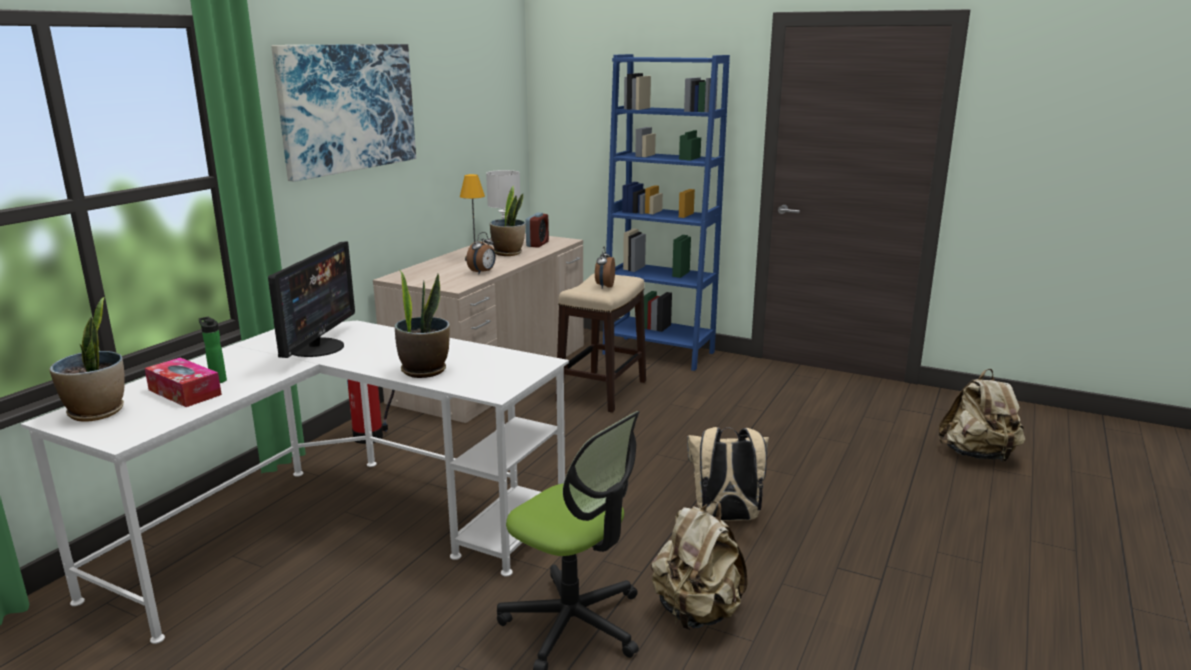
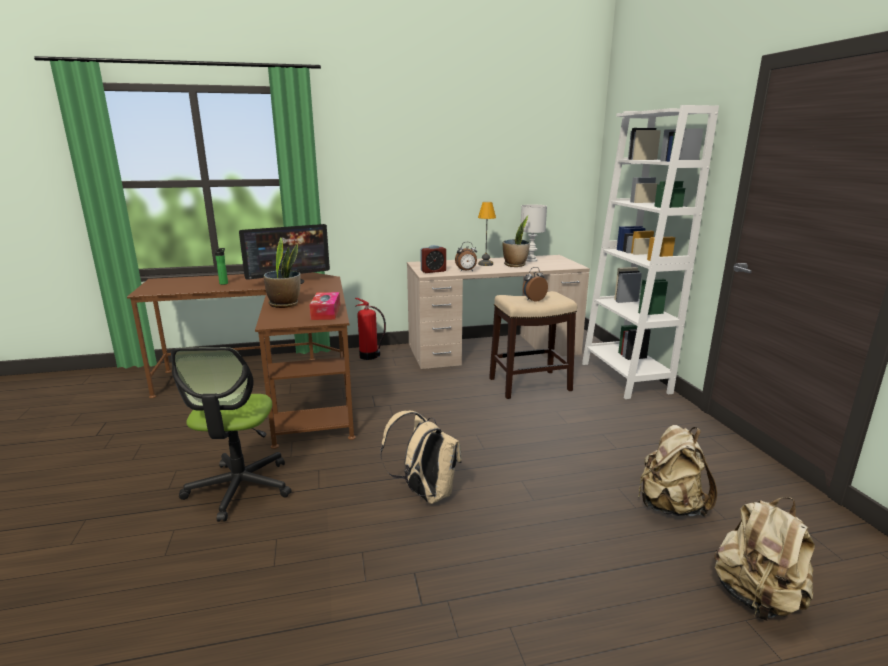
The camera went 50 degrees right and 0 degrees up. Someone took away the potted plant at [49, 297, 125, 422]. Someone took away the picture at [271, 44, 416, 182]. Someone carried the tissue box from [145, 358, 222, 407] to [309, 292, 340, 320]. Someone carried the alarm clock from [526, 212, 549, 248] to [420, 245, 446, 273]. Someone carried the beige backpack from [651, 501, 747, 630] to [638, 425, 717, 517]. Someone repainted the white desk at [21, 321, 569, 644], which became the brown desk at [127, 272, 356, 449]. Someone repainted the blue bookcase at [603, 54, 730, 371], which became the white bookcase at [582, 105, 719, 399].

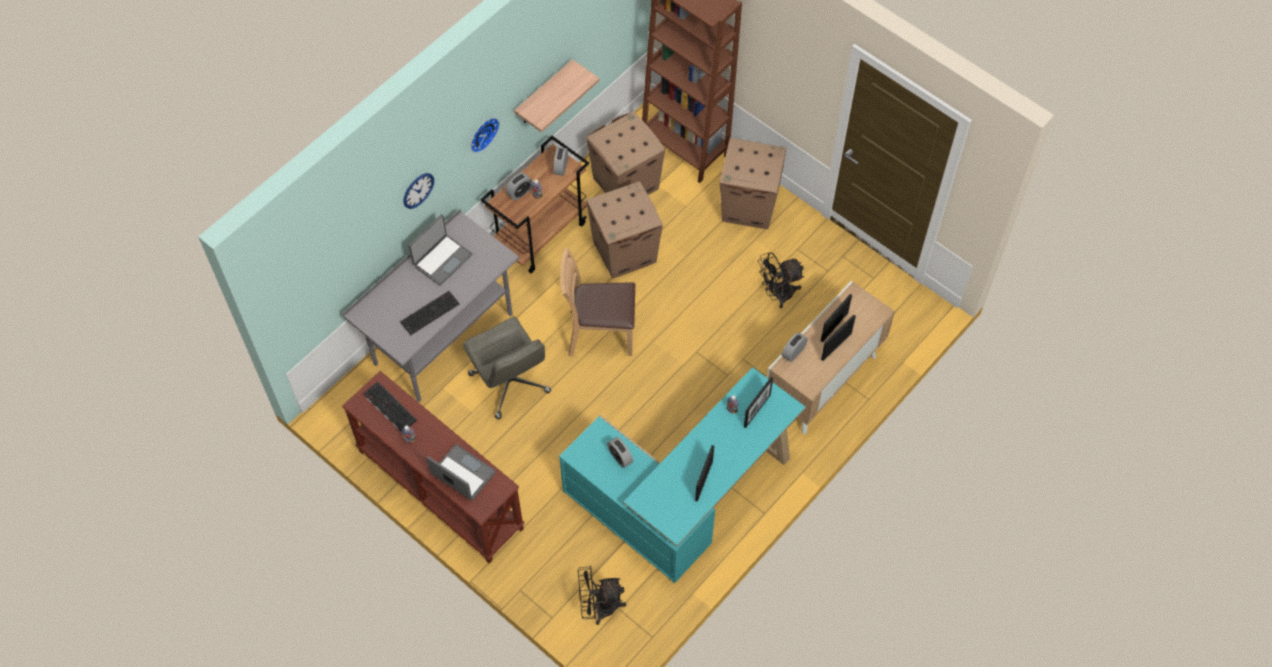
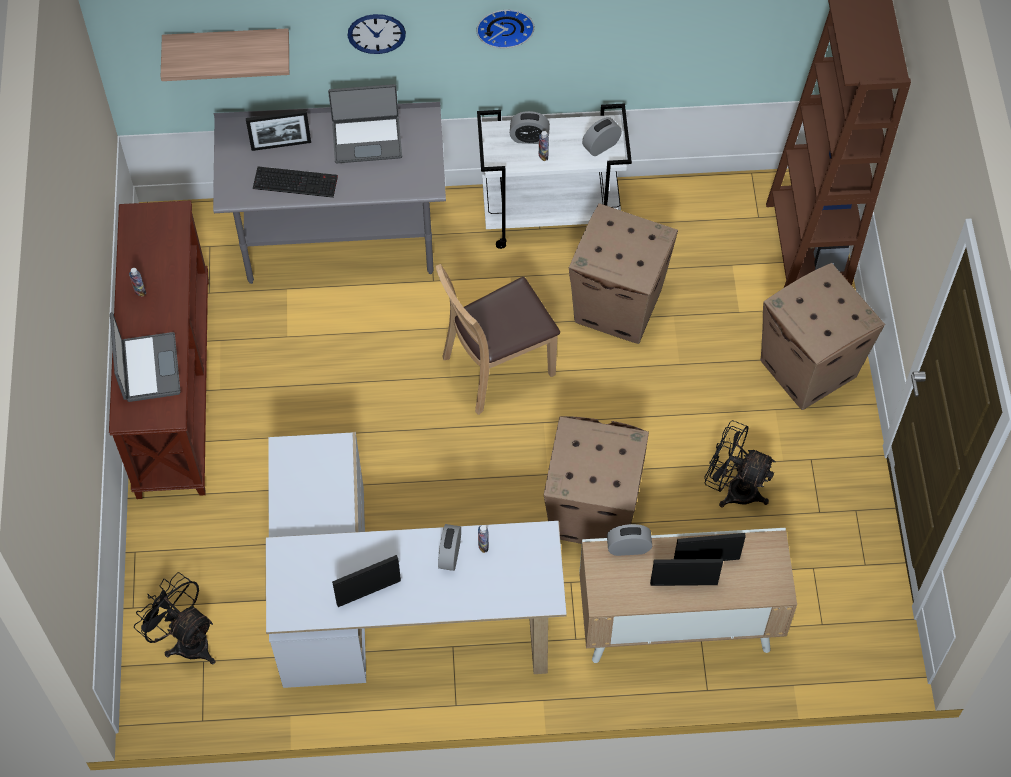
The camera went 45 degrees right and 0 degrees up. Someone took away the keyboard at [363, 382, 417, 432]. Someone took away the grey office chair at [463, 317, 551, 419]. Someone carried the shelf from [514, 59, 600, 133] to [161, 28, 289, 81]. Someone carried the cardboard box from [586, 111, 665, 195] to [544, 416, 649, 544]. Someone carried the alarm clock from [607, 437, 633, 468] to [438, 524, 461, 571]. Someone carried the picture frame from [744, 377, 773, 428] to [246, 110, 311, 151]. Someone repainted the brown cart at [480, 136, 589, 273], which became the white cart at [477, 103, 632, 249]. Someone repainted the turquoise desk at [559, 367, 806, 584], which became the white desk at [266, 432, 567, 688]. Someone rotated the brown chair at [560, 248, 635, 357] by 75 degrees counterclockwise.

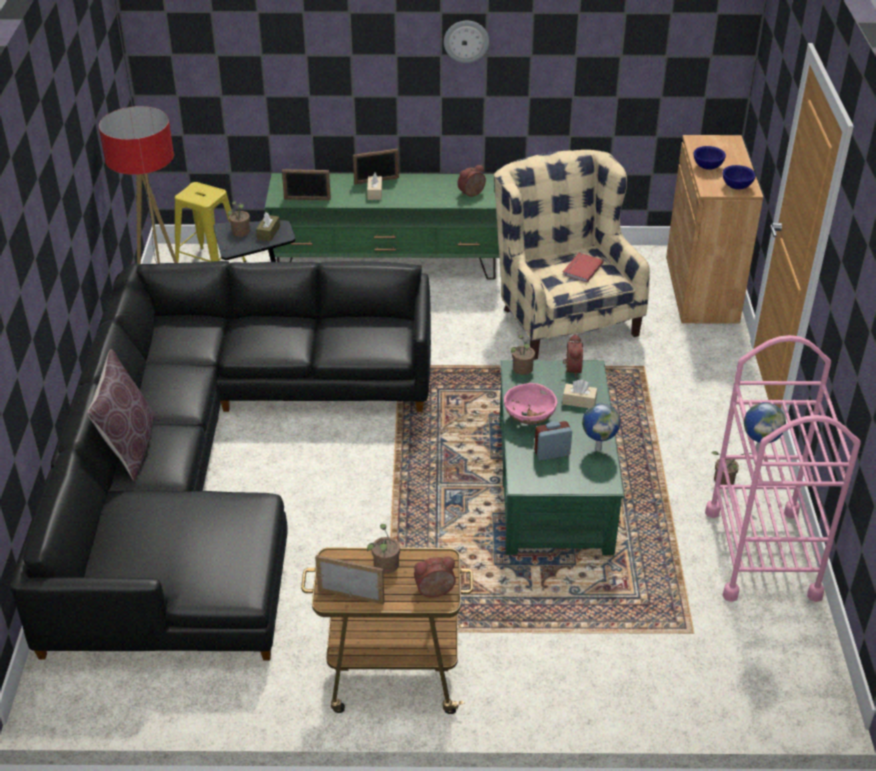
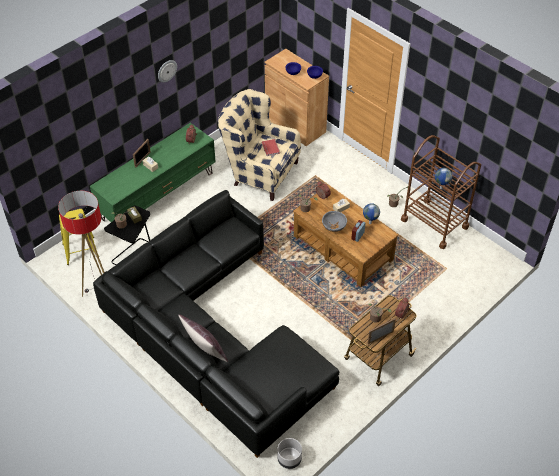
The camera went 45 degrees left and 10 degrees up. Someone took away the picture frame at [282, 169, 331, 200]. Someone put down the grey planter at [277, 438, 302, 469]. Someone repainted the green coffee table at [499, 360, 624, 555], which became the brown coffee table at [293, 185, 399, 287]. Someone repainted the pink bowl at [504, 383, 557, 425], which became the grey bowl at [322, 211, 347, 232]. Someone repainted the pink cart at [705, 335, 861, 602], which became the brown cart at [401, 135, 481, 249].

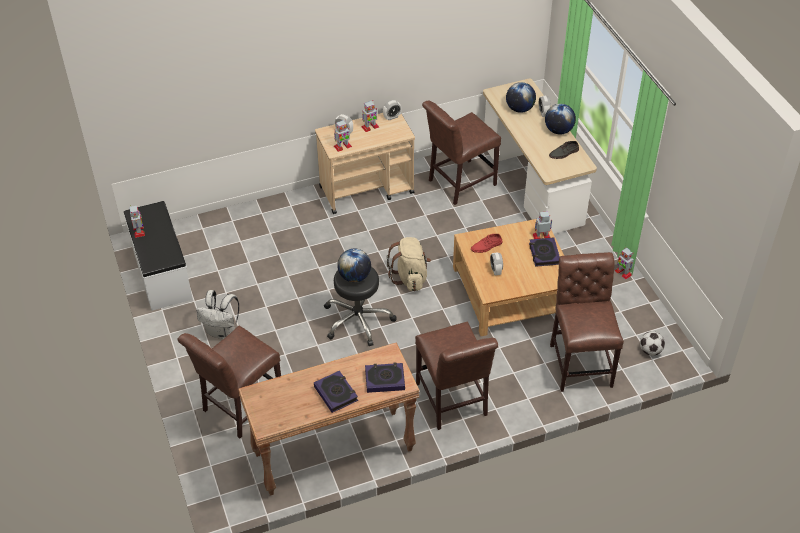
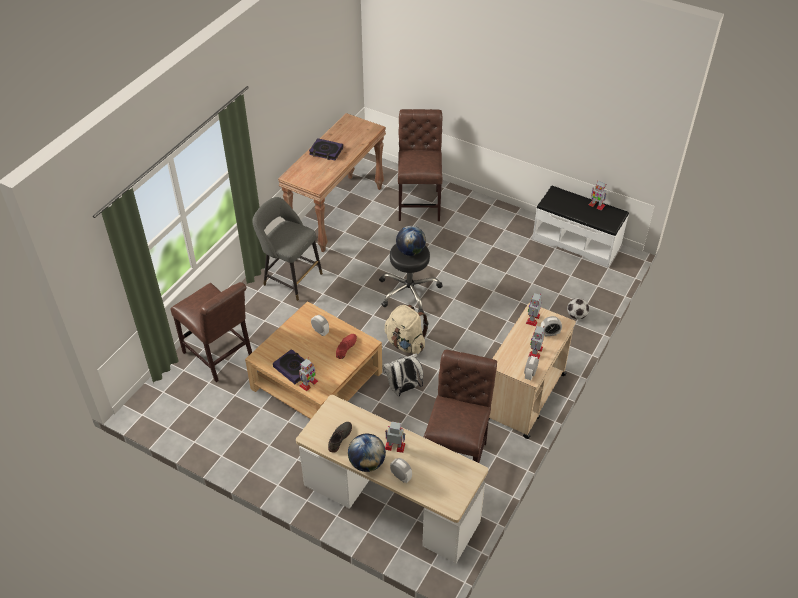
The camera went 140 degrees right and 0 degrees up. Someone took away the book at [365, 362, 405, 393]. Someone took away the globe at [506, 82, 536, 113]. Someone carried the white backpack from [196, 290, 239, 339] to [383, 353, 423, 396]. Someone carried the toy robot from [614, 247, 634, 279] to [385, 421, 406, 453]. Someone carried the football from [640, 331, 665, 356] to [567, 298, 589, 320]. Someone swapped the brown chair at [415, 321, 498, 430] for the grey stool at [252, 197, 323, 301].

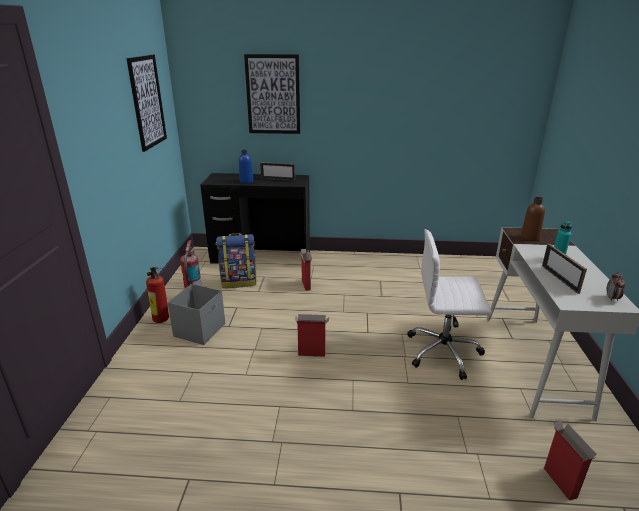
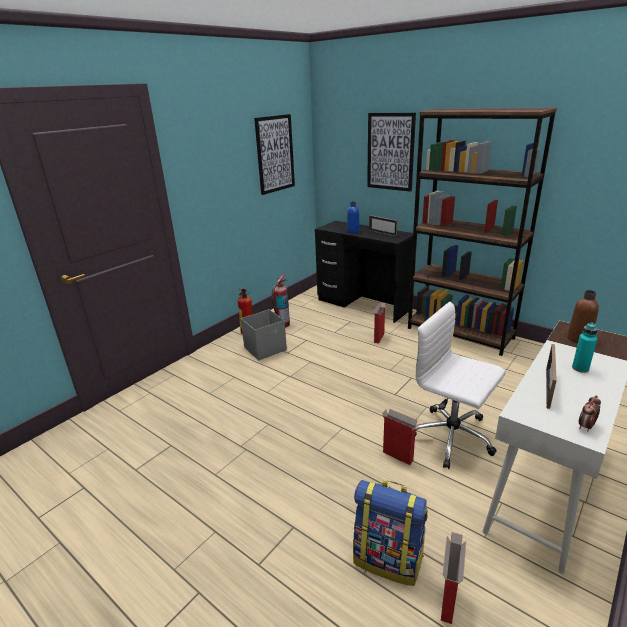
The camera went 35 degrees right and 0 degrees up. Someone put down the brown bookcase at [408, 108, 557, 356]. Someone carried the backpack from [216, 233, 256, 288] to [353, 480, 428, 586]. Someone carried the cardboard box from [295, 314, 329, 357] to [382, 409, 419, 465].

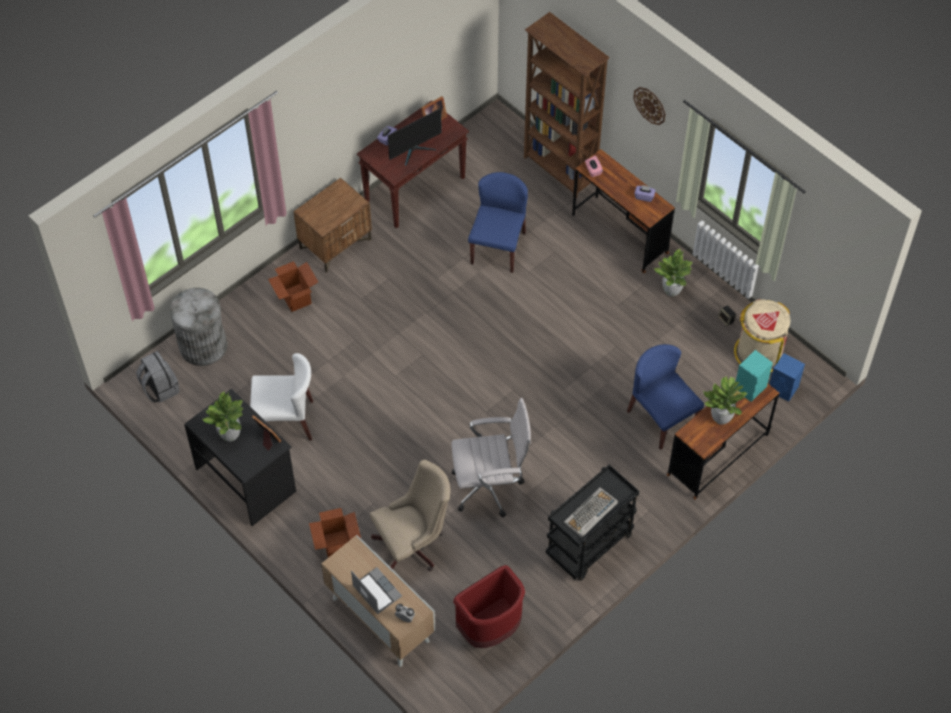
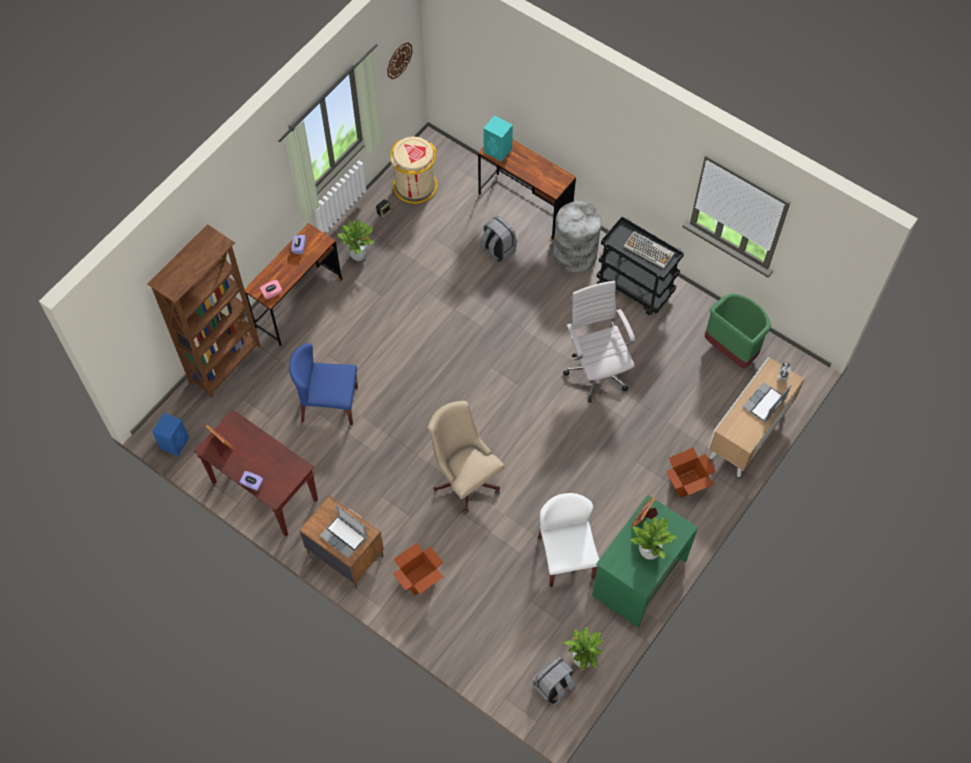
The camera went 100 degrees left and 5 degrees up. Someone took away the monitor at [388, 108, 442, 166]. Someone put down the laptop at [320, 504, 367, 558]. Someone carried the grey trash can from [170, 288, 228, 366] to [553, 201, 602, 273]. Someone carried the beige office chair from [370, 460, 450, 571] to [427, 401, 504, 514]. Someone carried the wall clock from [633, 87, 666, 125] to [387, 42, 413, 79]. Someone carried the potted plant from [704, 376, 747, 425] to [562, 627, 604, 670]. Someone carried the blue speaker from [769, 353, 805, 402] to [152, 413, 189, 456]. Someone swapped the blue chair at [627, 344, 704, 450] for the grey backpack at [480, 216, 517, 262]. Someone repainted the black desk at [184, 389, 296, 526], which became the green desk at [592, 495, 698, 628]. Someone repainted the red trash can at [453, 565, 525, 648], which became the green trash can at [705, 293, 771, 368].

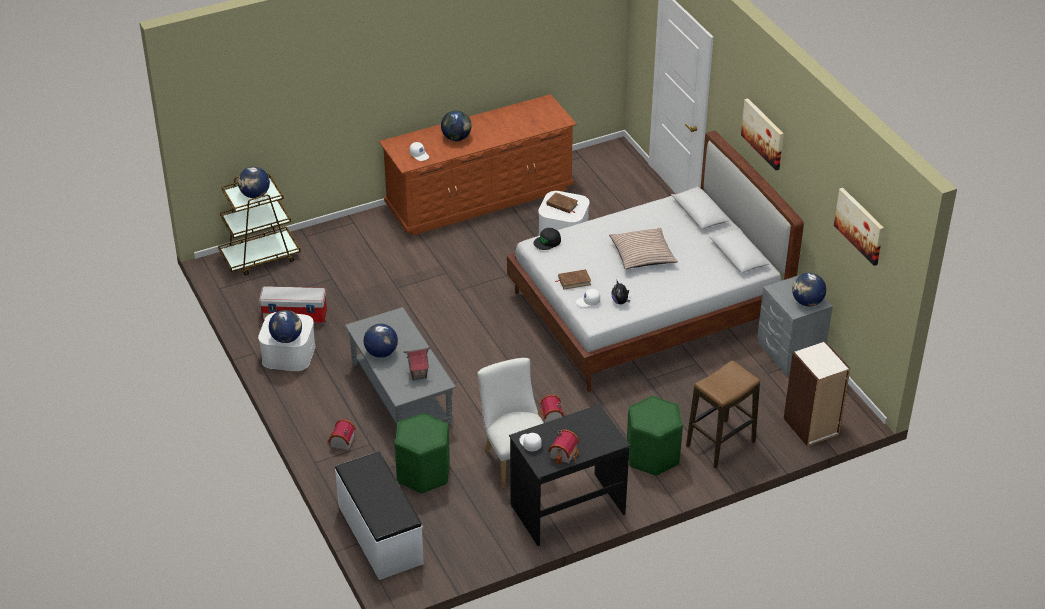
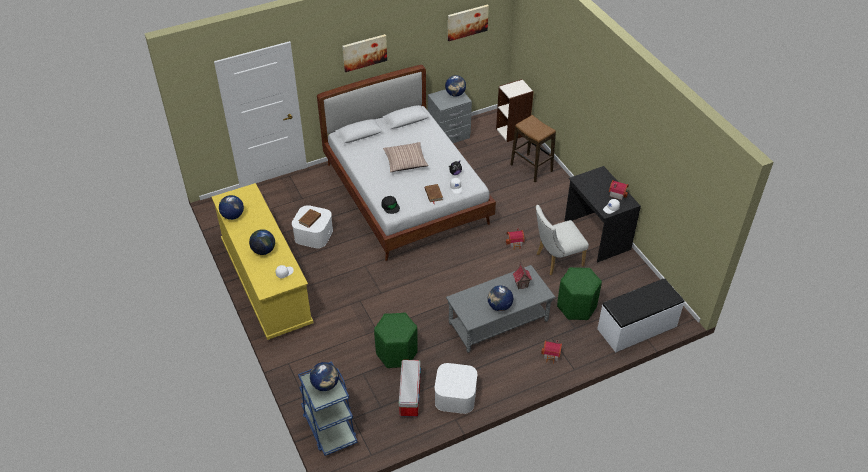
The camera went 90 degrees left and 5 degrees up. Someone carried the globe from [269, 310, 302, 343] to [219, 195, 244, 220]. Someone carried the green stool from [627, 396, 683, 476] to [374, 312, 418, 368]. Someone repainted the brown cart at [218, 173, 301, 275], which became the blue cart at [298, 361, 358, 456]. Someone repainted the brown dresser at [379, 94, 577, 235], which became the yellow dresser at [212, 183, 314, 340].

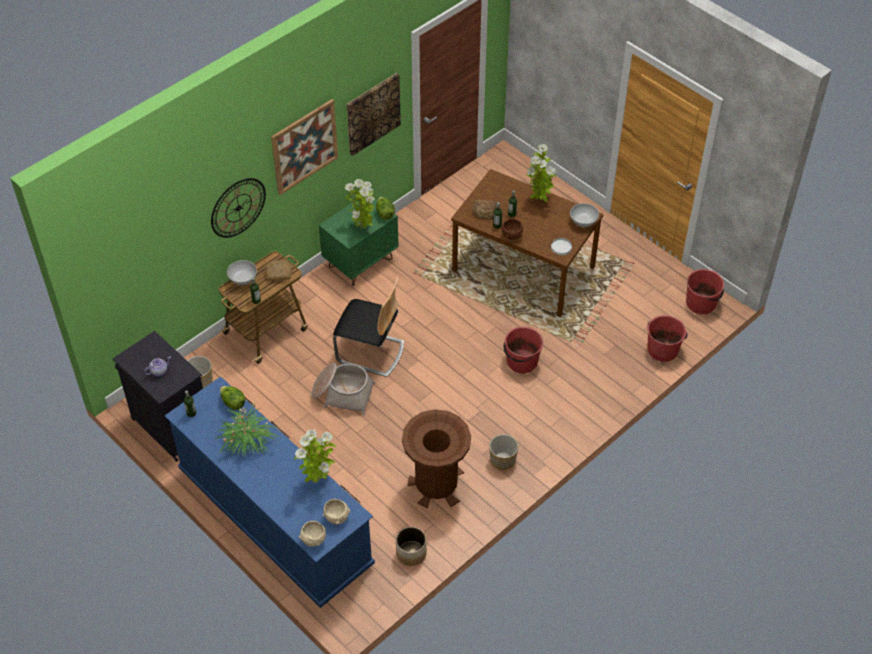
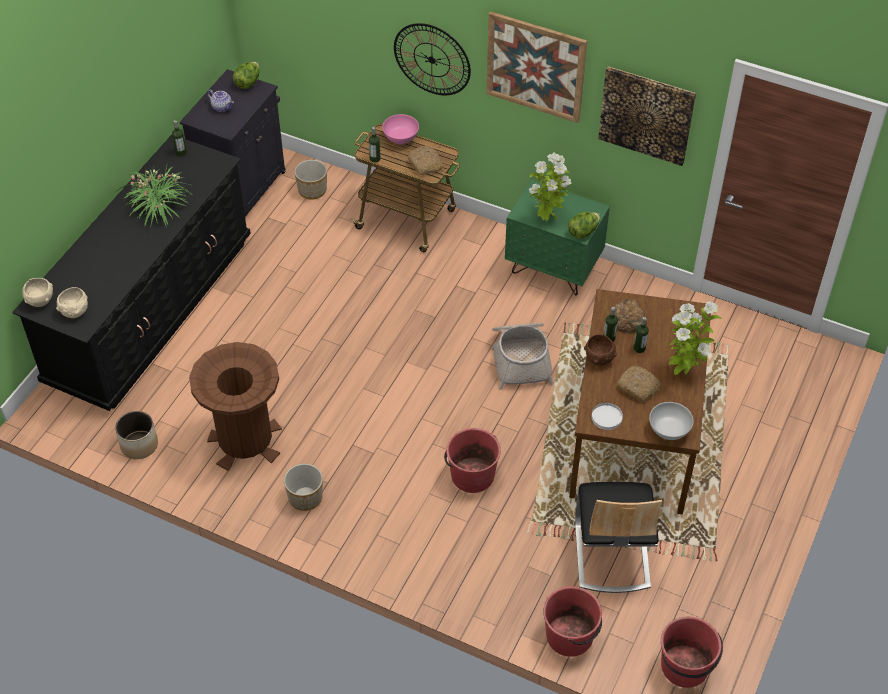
The camera went 70 degrees right and 0 degrees up. Someone took away the potted plant at [294, 430, 336, 483]. Someone put down the bread at [617, 366, 661, 402]. Someone carried the lettuce from [220, 386, 245, 410] to [233, 62, 259, 89]. Someone carried the basket from [311, 363, 375, 415] to [491, 323, 554, 390]. Someone carried the chair from [333, 277, 404, 377] to [575, 482, 662, 593]. Someone repainted the blue dresser at [165, 376, 375, 608], which became the black dresser at [12, 135, 251, 411]. Someone repainted the white bowl at [227, 260, 257, 285], which became the pink bowl at [382, 114, 419, 144].

